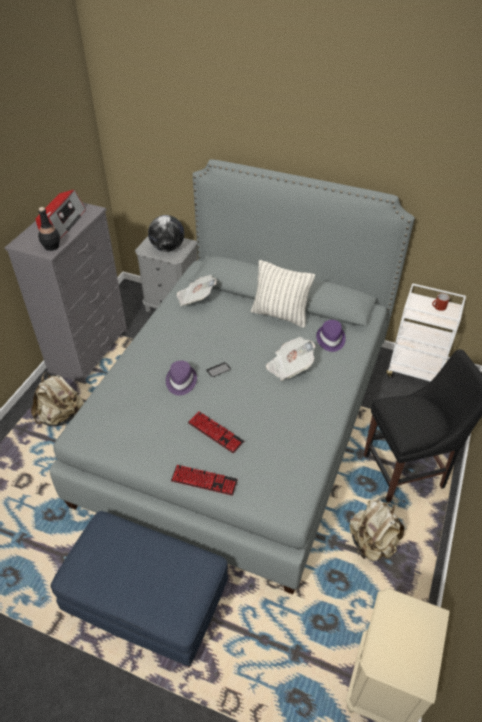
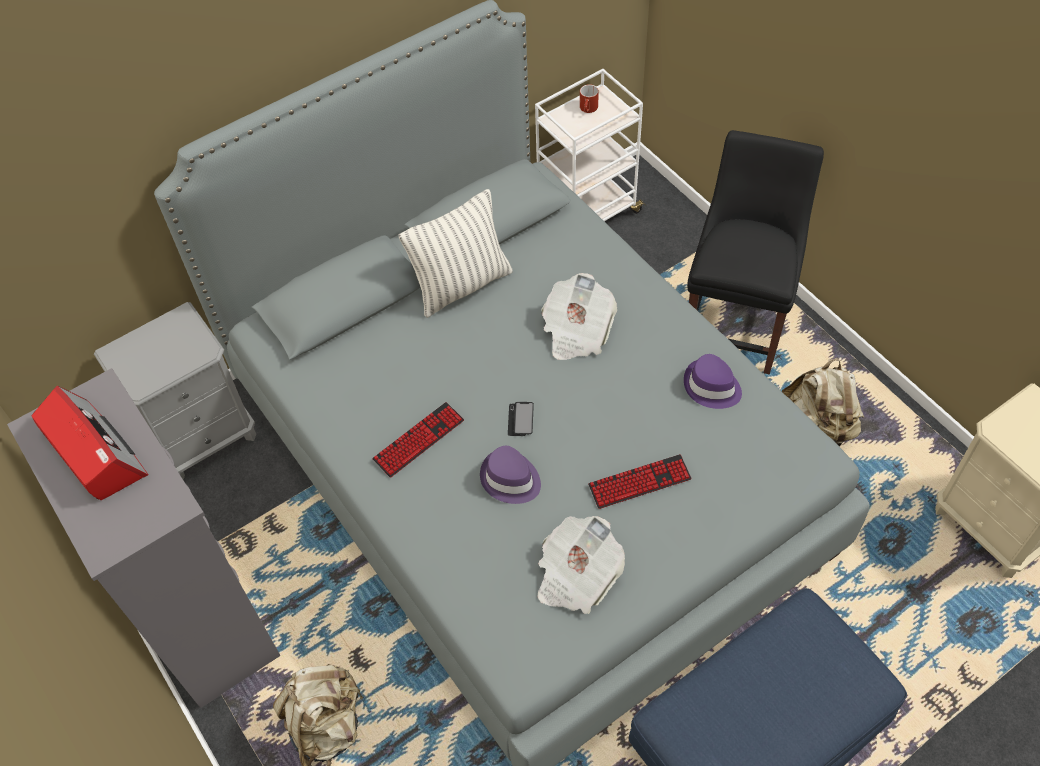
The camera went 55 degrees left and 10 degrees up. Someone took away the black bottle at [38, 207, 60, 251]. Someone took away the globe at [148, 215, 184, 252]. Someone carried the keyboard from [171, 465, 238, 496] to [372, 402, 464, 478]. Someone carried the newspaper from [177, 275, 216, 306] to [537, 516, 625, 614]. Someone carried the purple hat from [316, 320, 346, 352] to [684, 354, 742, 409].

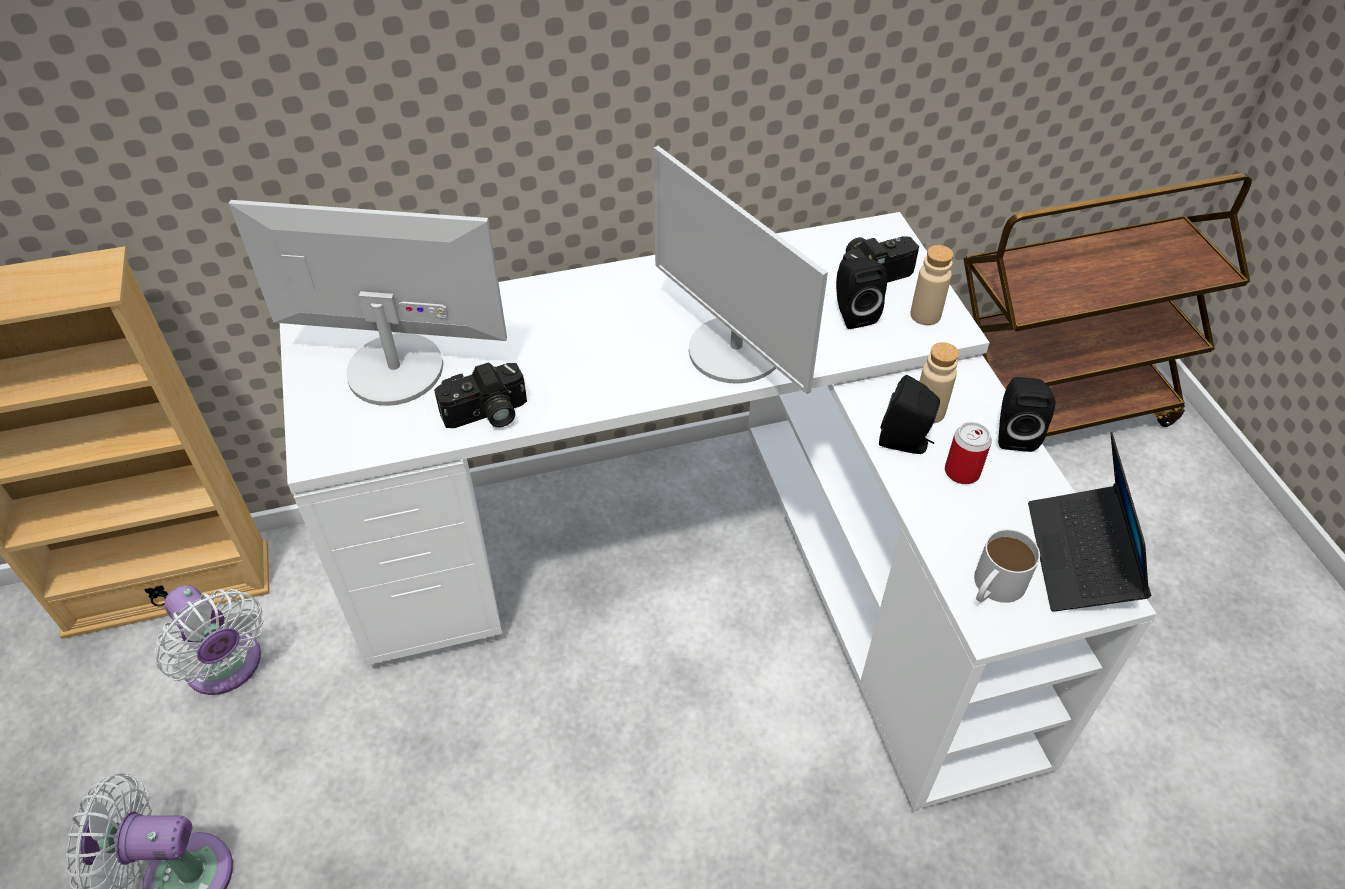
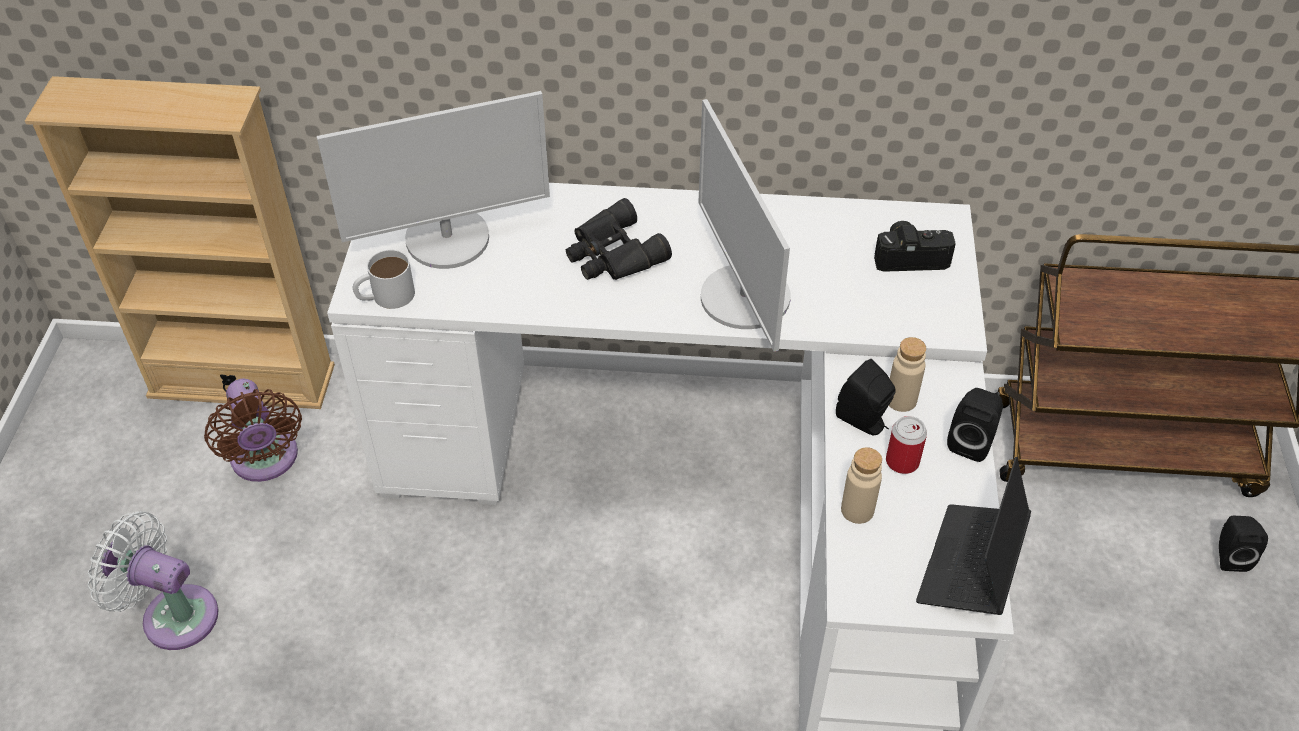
The camera went 20 degrees right and 0 degrees up. Someone took away the photo camera at [434, 362, 527, 428]. Someone put down the black binoculars at [566, 198, 672, 280]. Someone carried the black speaker from [836, 257, 887, 329] to [1219, 516, 1268, 572]. Someone carried the beige bottle from [910, 245, 954, 325] to [841, 447, 882, 524]. Someone carried the white mug from [974, 529, 1040, 603] to [353, 250, 415, 309]. Someone repainted the white fan at [155, 585, 264, 695], which became the brown fan at [204, 379, 302, 482]. Someone rotated the monitor at [229, 200, 507, 406] by 135 degrees clockwise.

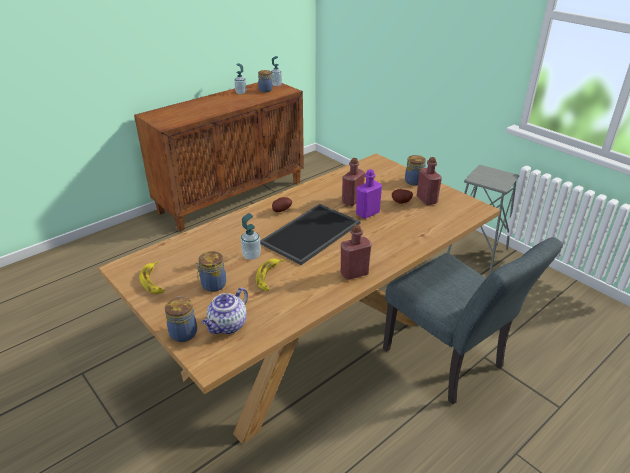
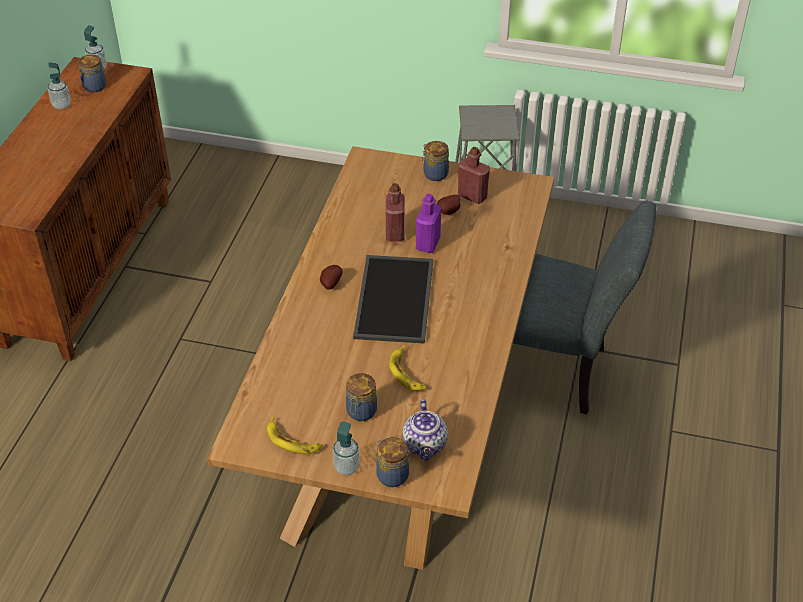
The camera went 35 degrees left and 10 degrees up. Someone took away the red bottle at [341, 225, 372, 280]. Someone carried the soap dispenser from [241, 213, 261, 260] to [333, 421, 360, 476].

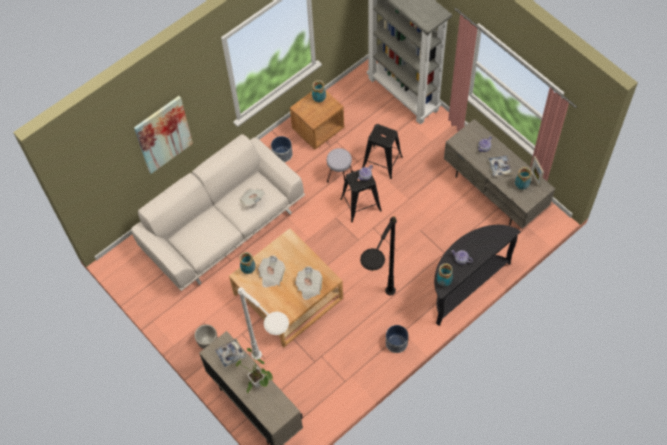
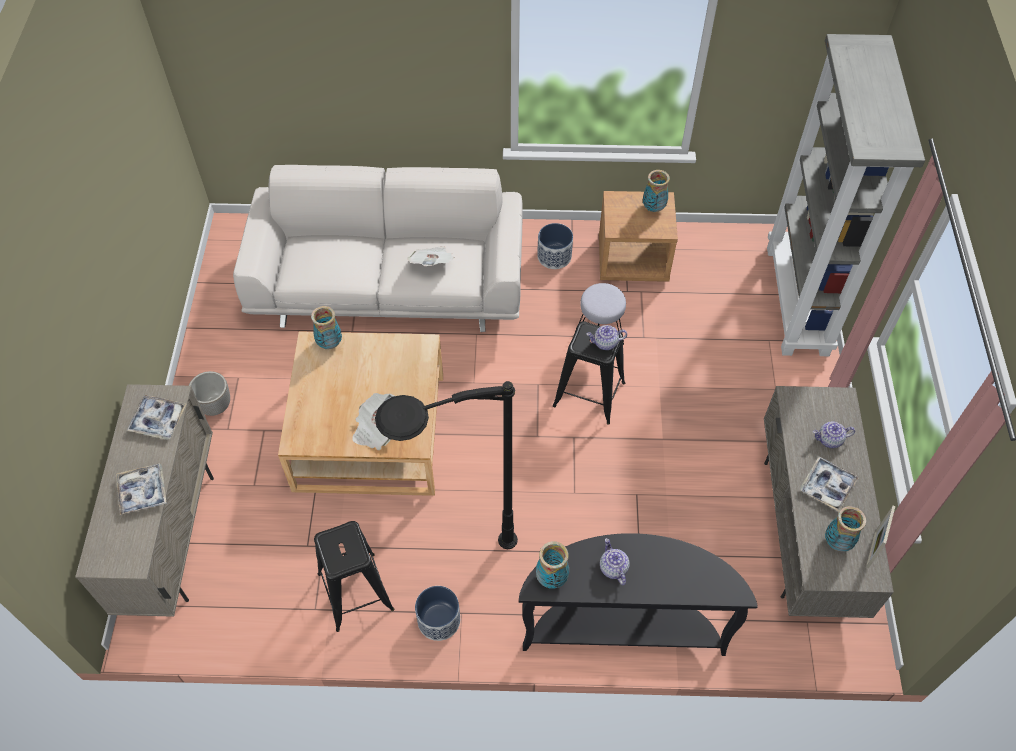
The camera went 40 degrees right and 5 degrees down. Someone took away the picture at [134, 96, 193, 174]. Someone took away the white floor lamp at [238, 287, 289, 360]. Someone took away the newspaper at [258, 255, 285, 288]. Someone carried the black stool from [362, 124, 403, 179] to [314, 521, 394, 632]. Someone swapped the potted plant at [236, 348, 273, 393] for the tray at [116, 463, 167, 515].

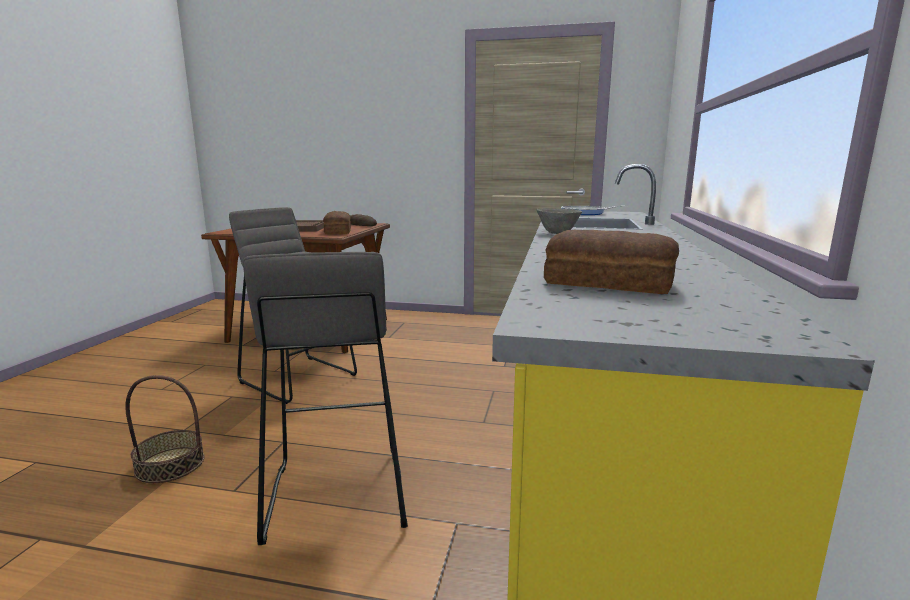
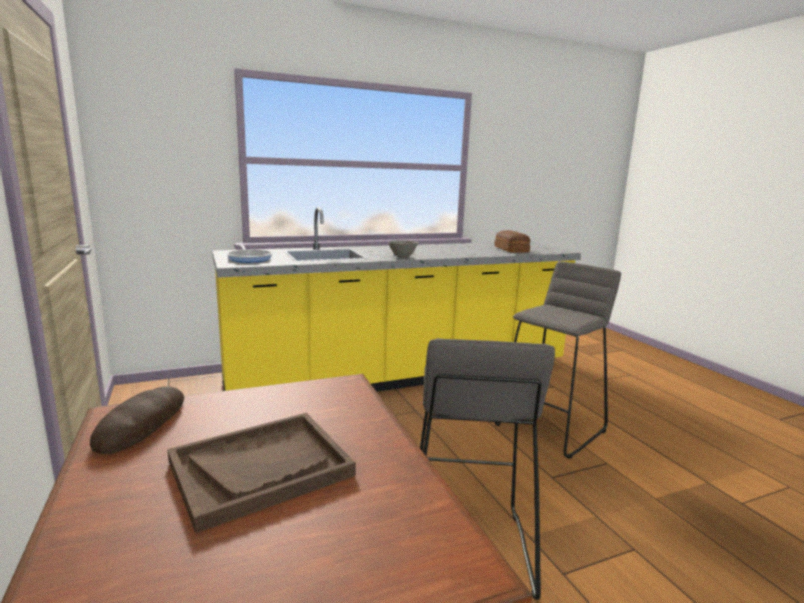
The camera went 125 degrees left and 0 degrees up. Someone took away the basket at [125, 375, 205, 483]. Someone took away the bread at [323, 211, 351, 234].

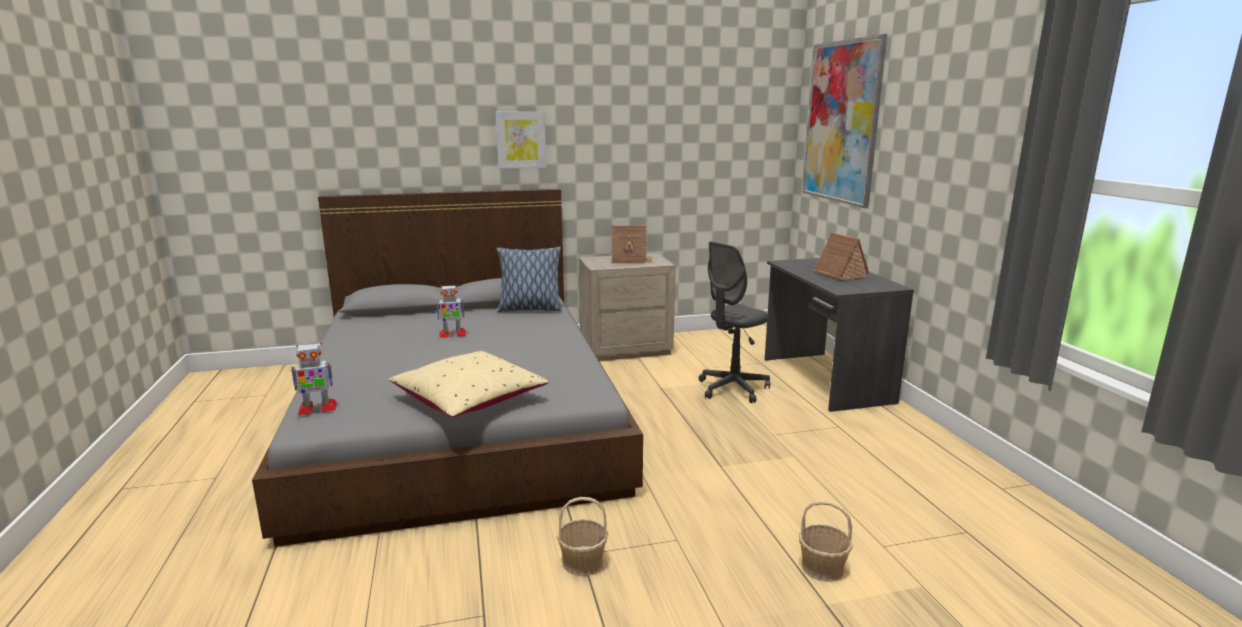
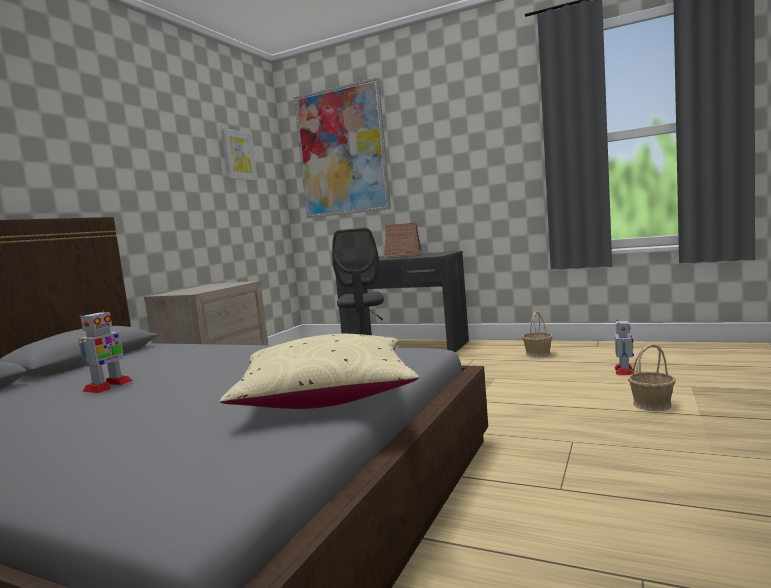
The camera went 50 degrees left and 10 degrees down. Someone took away the pillow at [496, 247, 562, 312]. Someone took away the toy house at [611, 225, 653, 264]. Someone carried the toy robot from [291, 343, 337, 415] to [615, 319, 634, 375]. Someone carried the picture from [496, 111, 546, 169] to [221, 128, 258, 180]. Someone carried the basket from [557, 497, 608, 576] to [522, 311, 553, 358].

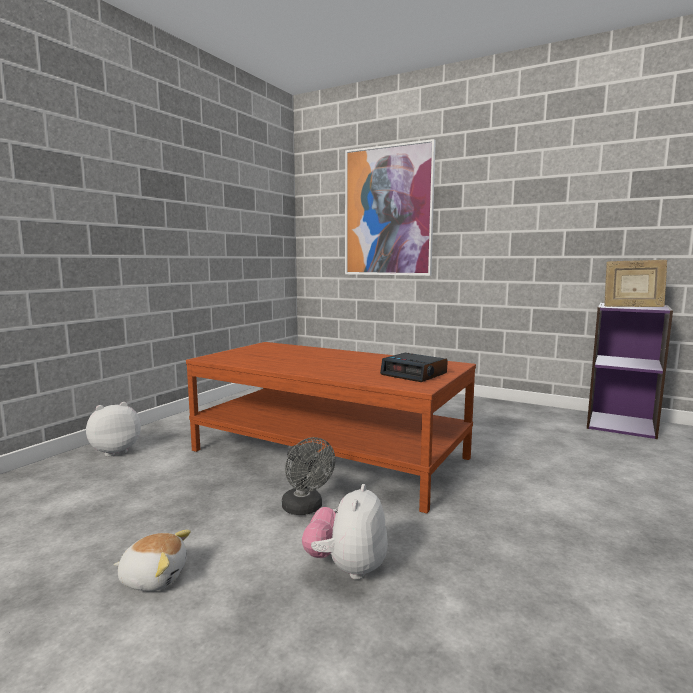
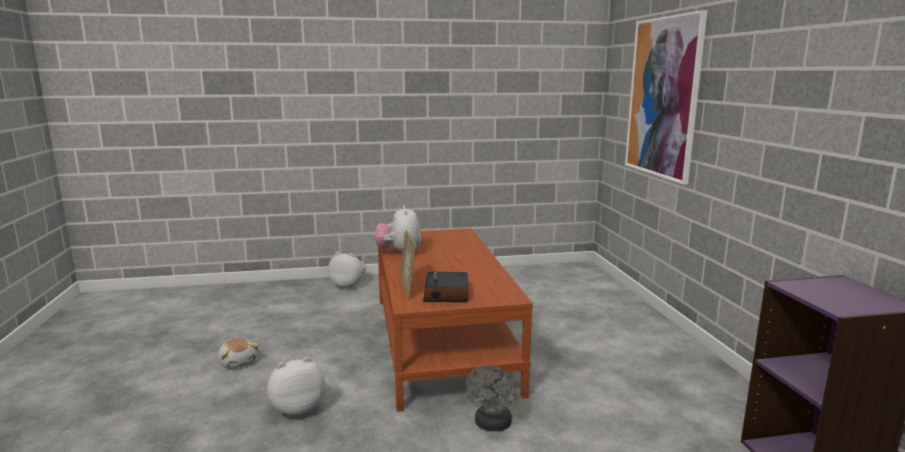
The camera went 50 degrees right and 5 degrees up. Someone put down the plush toy at [375, 205, 421, 255]. Someone carried the grey fan from [282, 437, 335, 515] to [465, 365, 515, 431]. Someone carried the picture frame from [604, 260, 667, 307] to [400, 230, 416, 297].

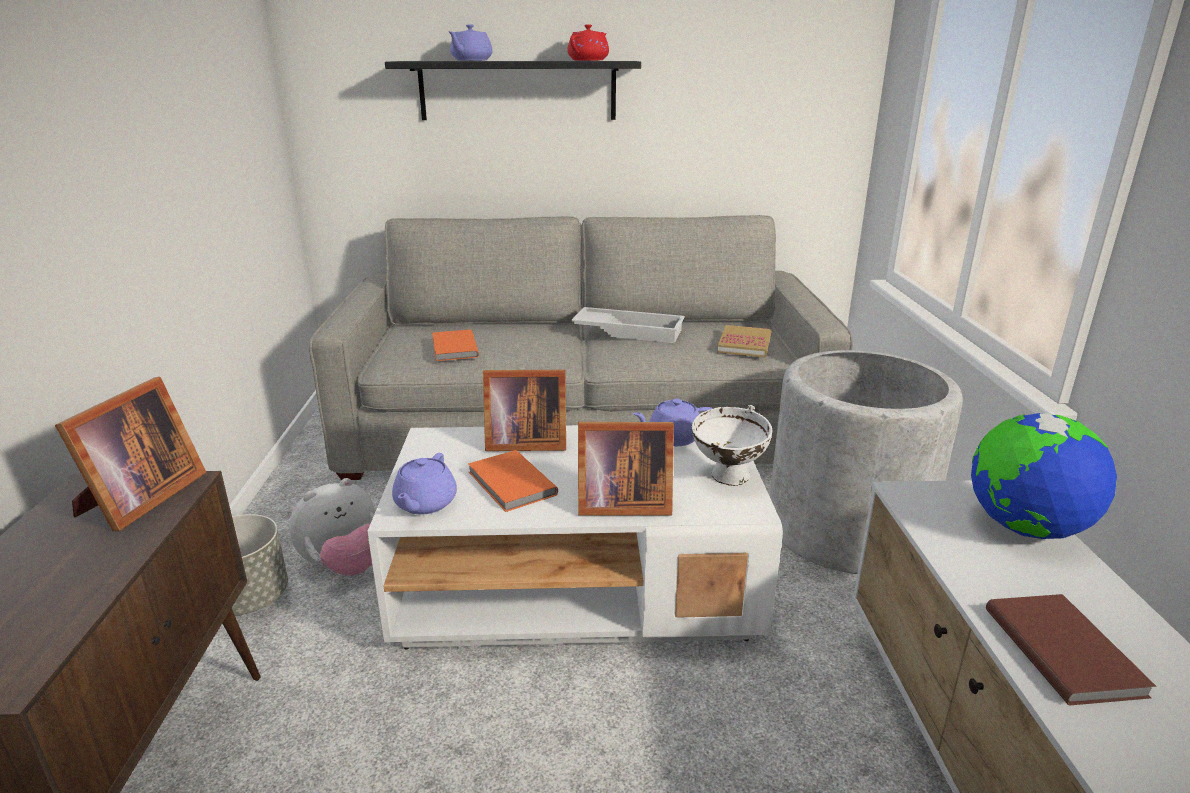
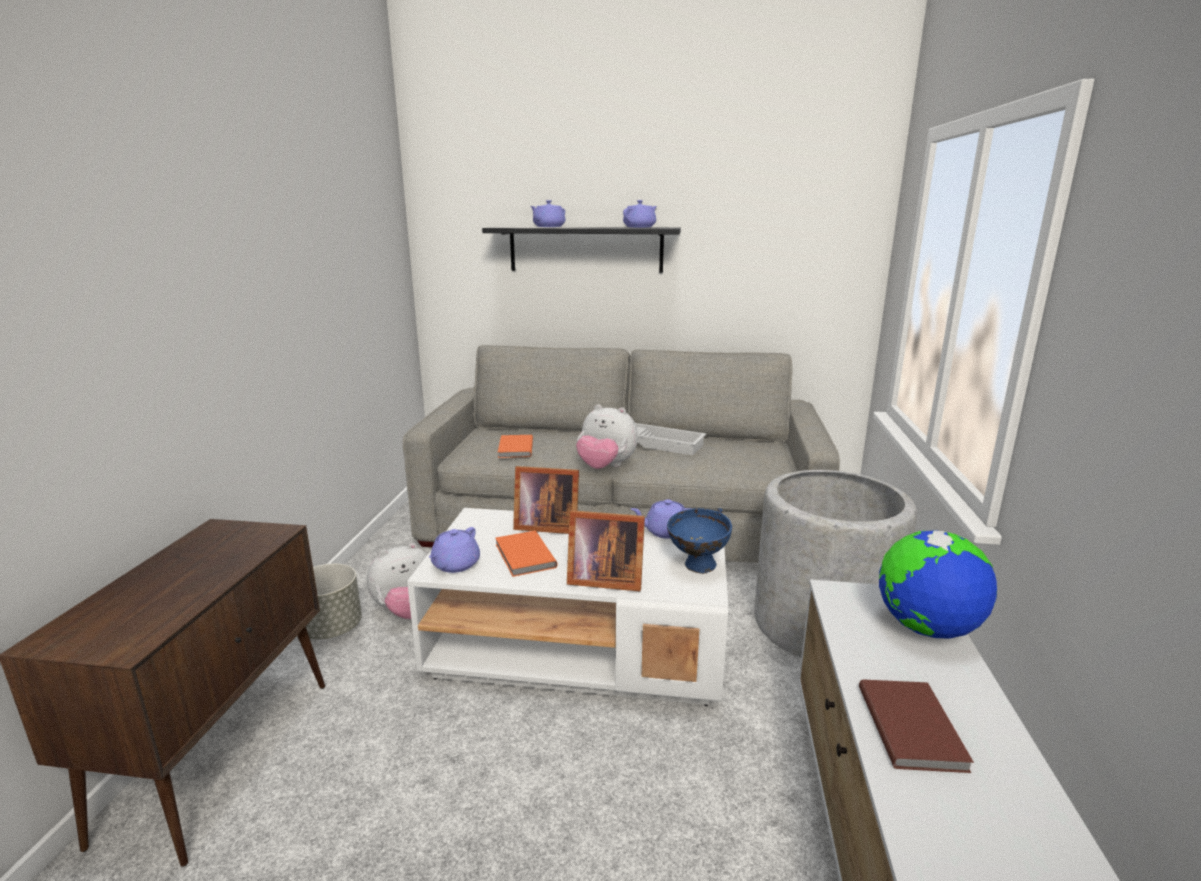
The camera went 10 degrees right and 5 degrees down. Someone took away the picture frame at [55, 377, 206, 531]. Someone took away the book at [717, 325, 771, 357]. Someone put down the plush toy at [576, 404, 638, 469]. Someone repainted the red teapot at [567, 25, 609, 61], which became the purple teapot at [623, 200, 657, 228]. Someone repainted the white bowl at [692, 405, 772, 486], which became the blue bowl at [667, 508, 732, 574].

